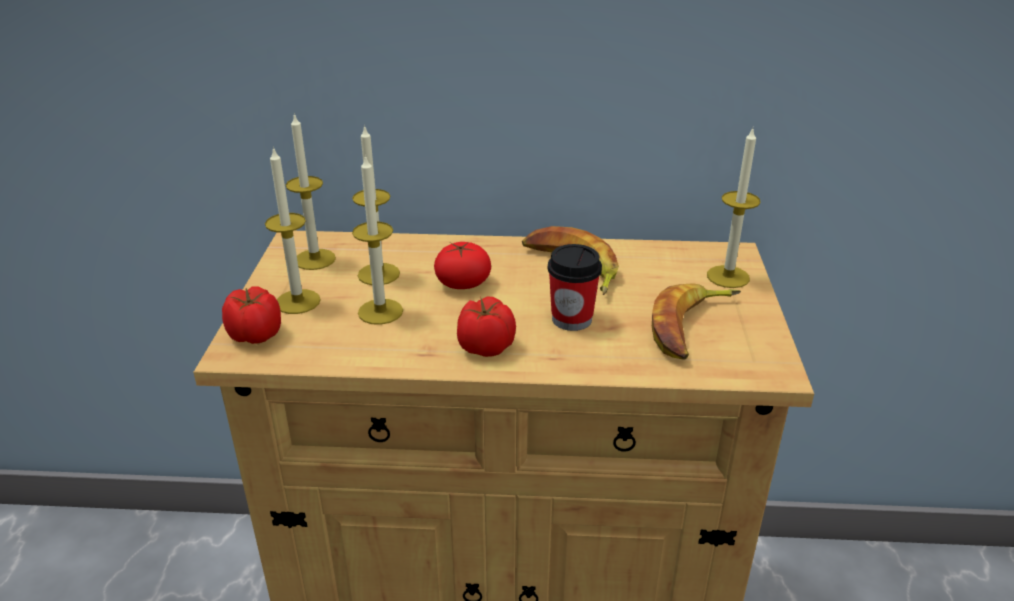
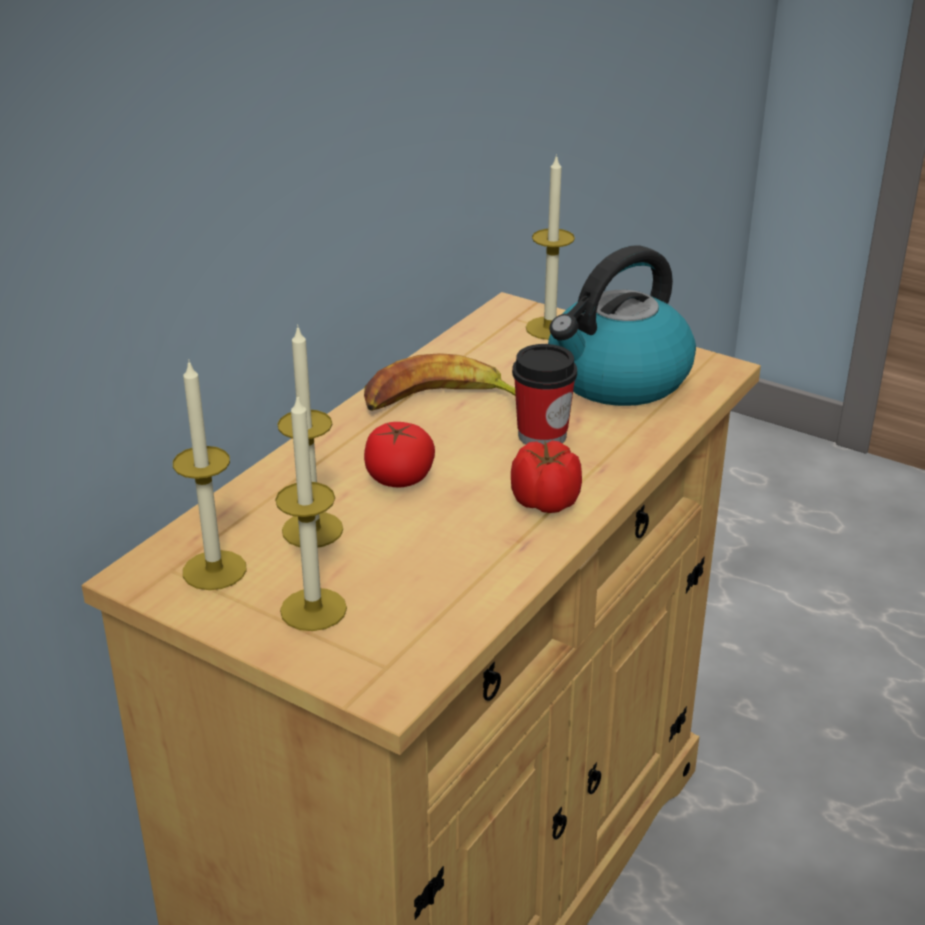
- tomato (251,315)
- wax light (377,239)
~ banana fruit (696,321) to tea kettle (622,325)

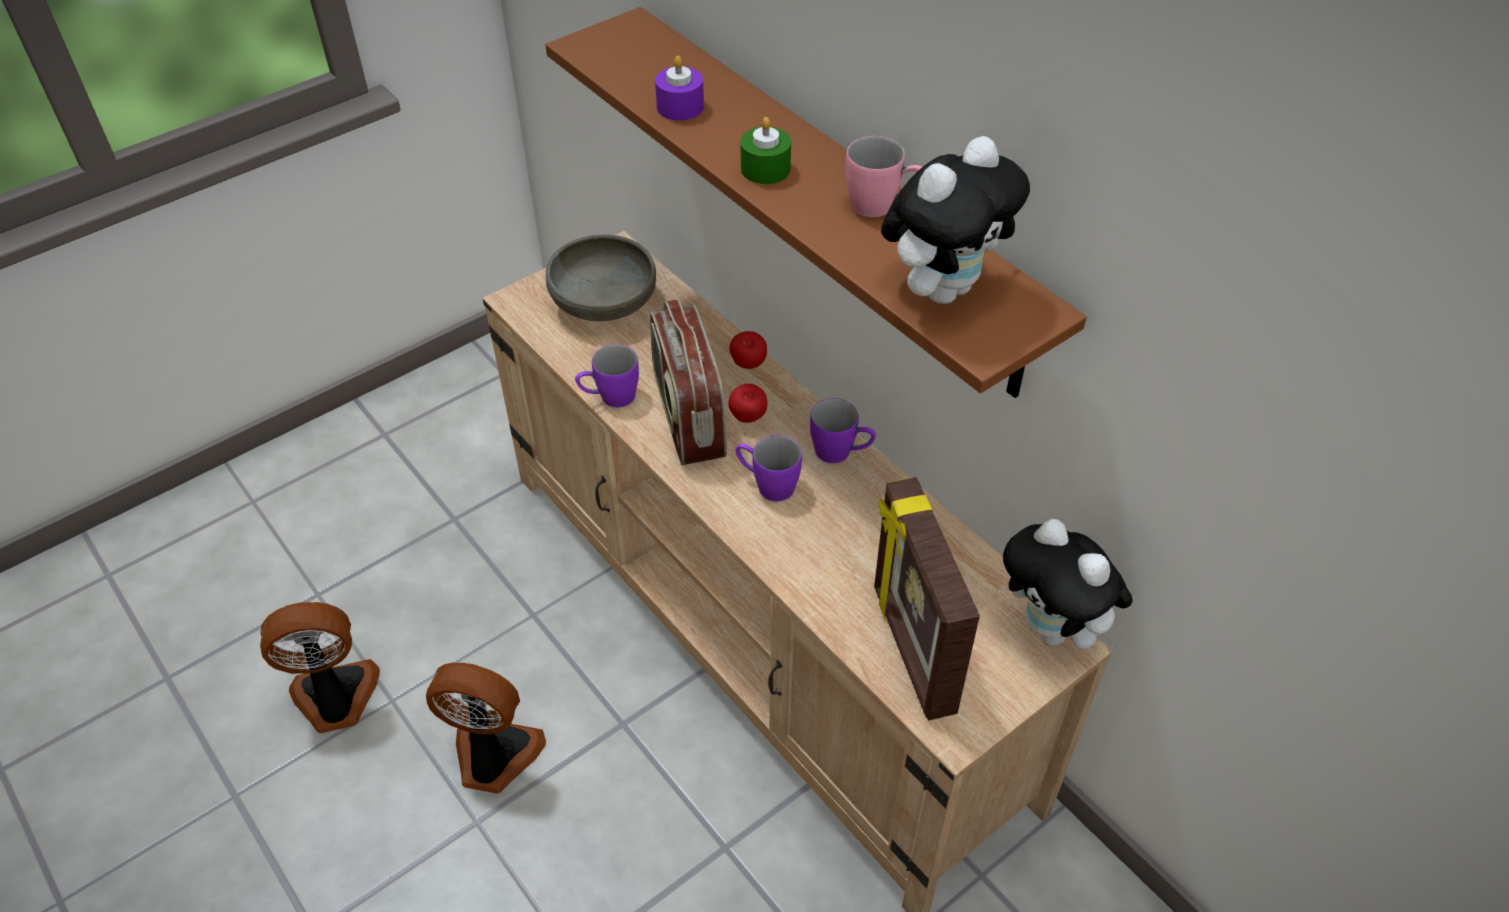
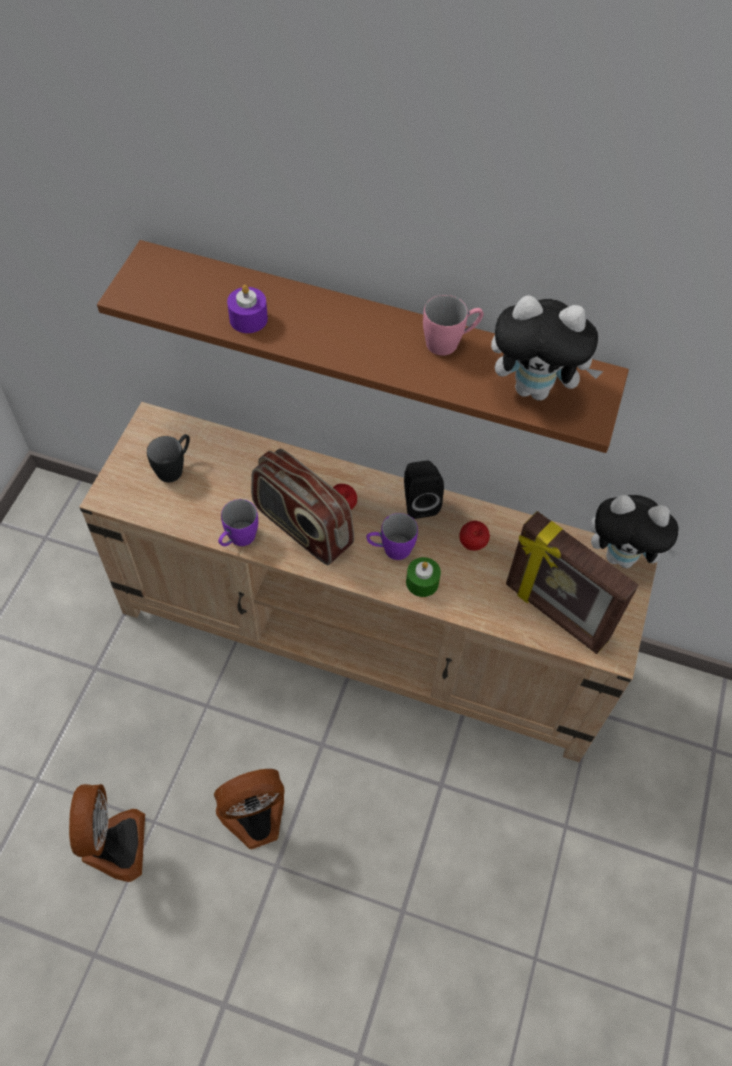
~ apple fruit (748,350) to (474,536)
~ greenish wax light (766,150) to (423,577)
~ gray deep dish (601,277) to blackish mug (168,458)
~ purple mug (843,430) to blackish audio speaker (424,489)
~ fan (320,667) = (107,833) 135 degrees clockwise
~ cuddly toy (955,220) = (547,348) 90 degrees clockwise

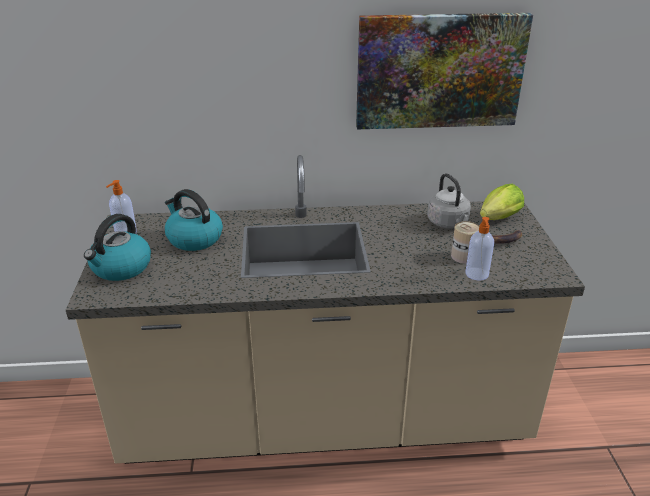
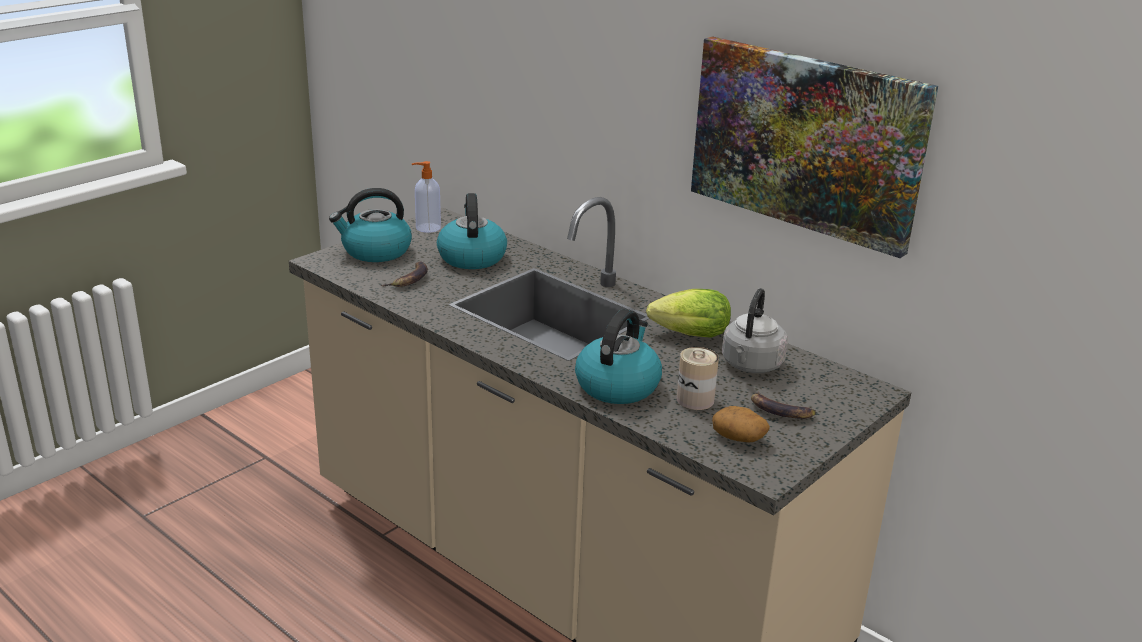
- soap bottle (479,249)
+ banana fruit (404,274)
+ tea kettle (618,356)
+ potato (741,424)
~ lettuce head (502,202) to (688,313)

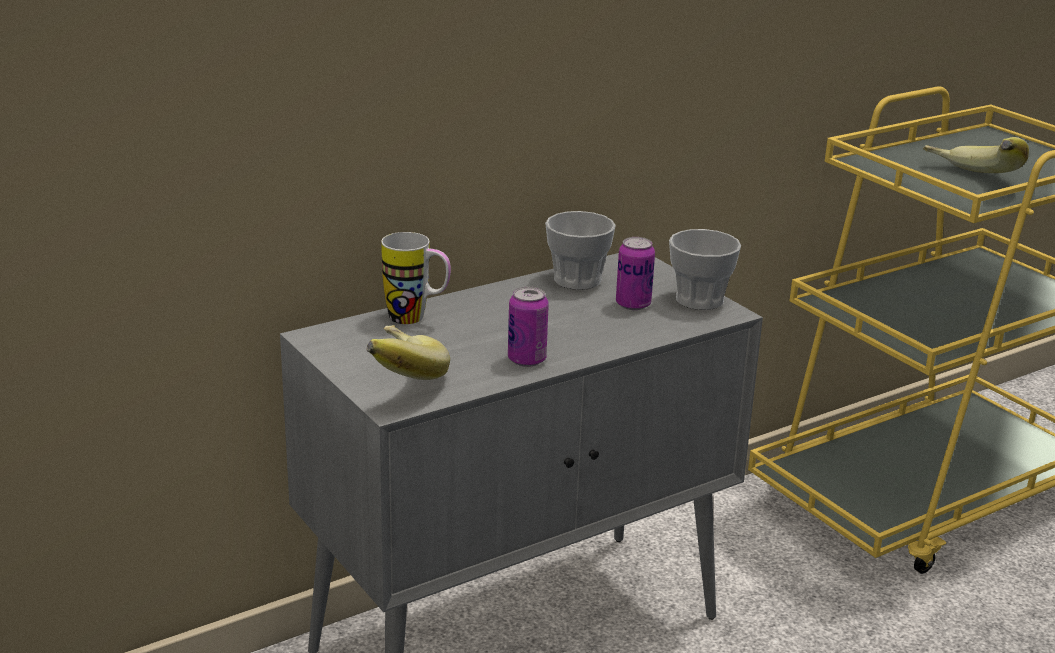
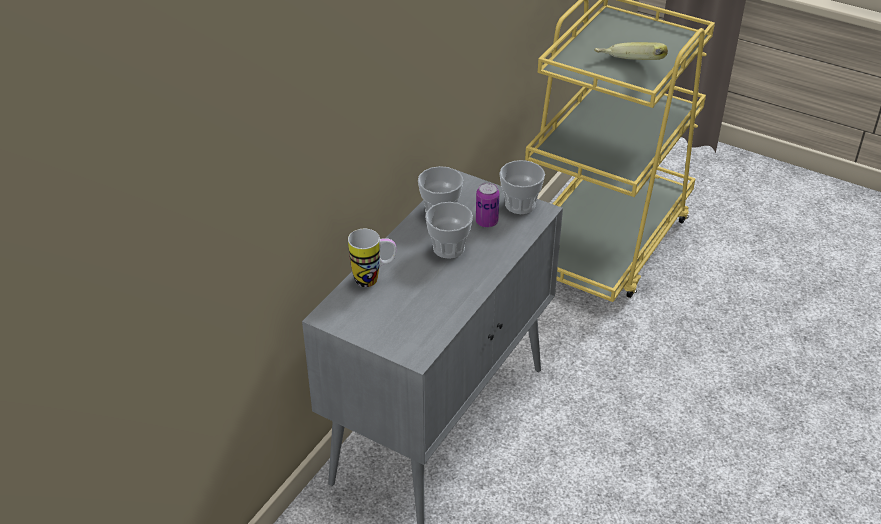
- banana fruit (408,352)
- can (528,327)
+ small cup (449,230)

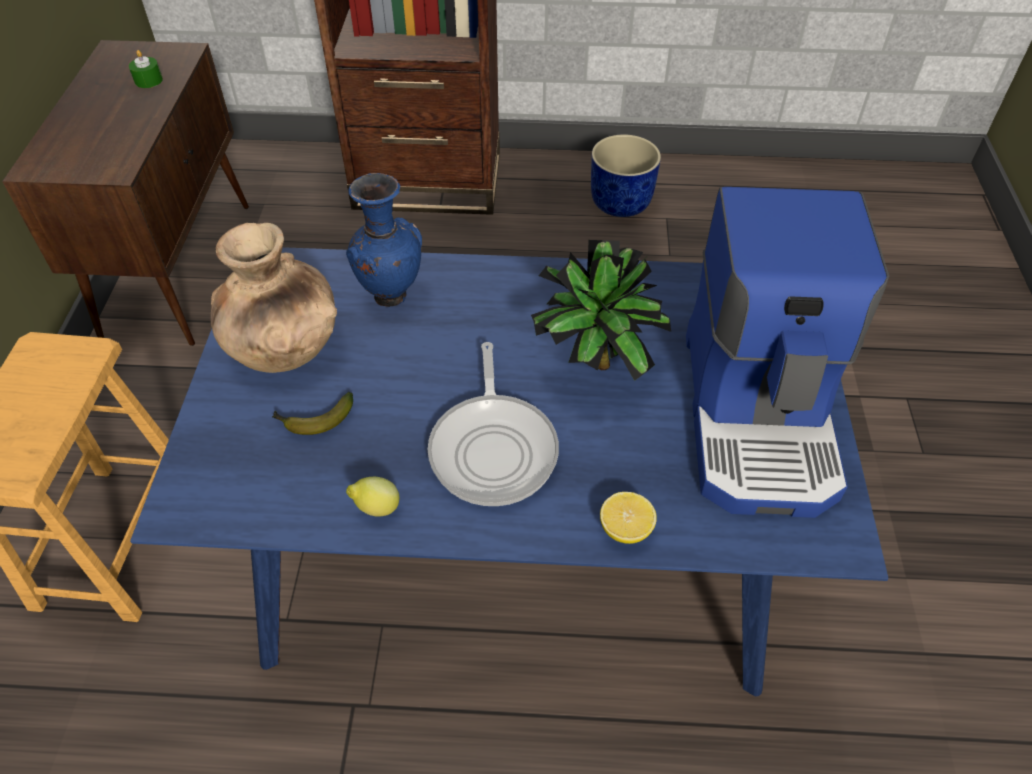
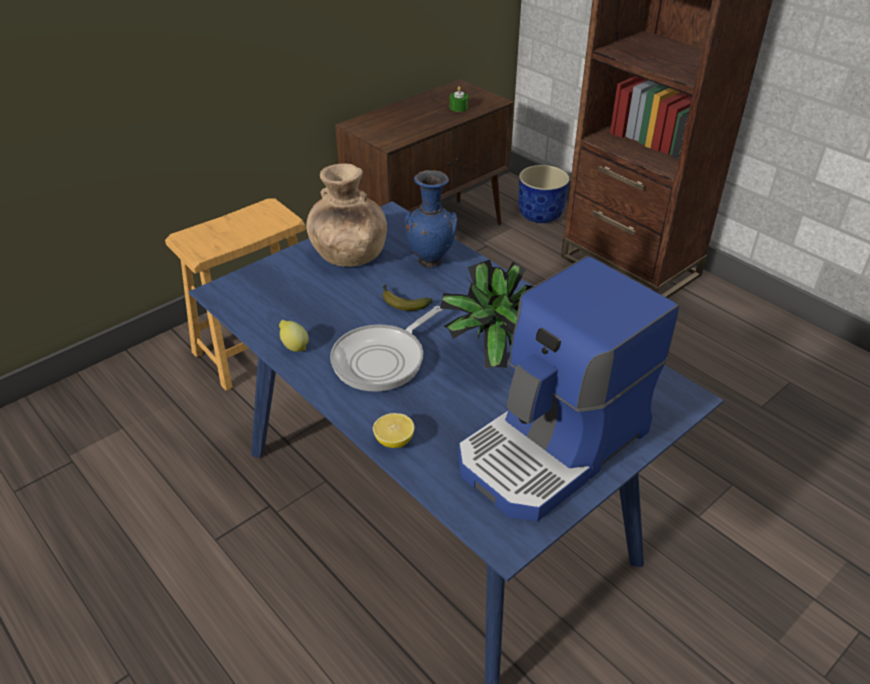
~ banana fruit (312,413) to (407,298)
~ blue-coloured planter (626,176) to (543,194)

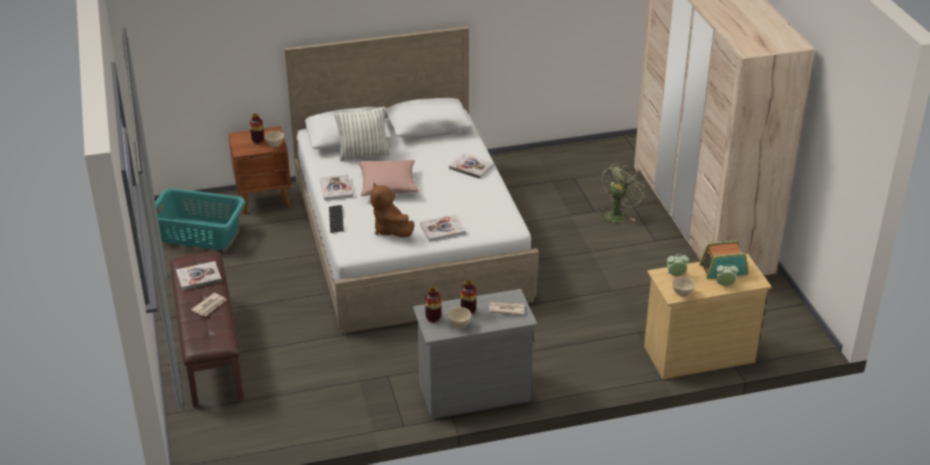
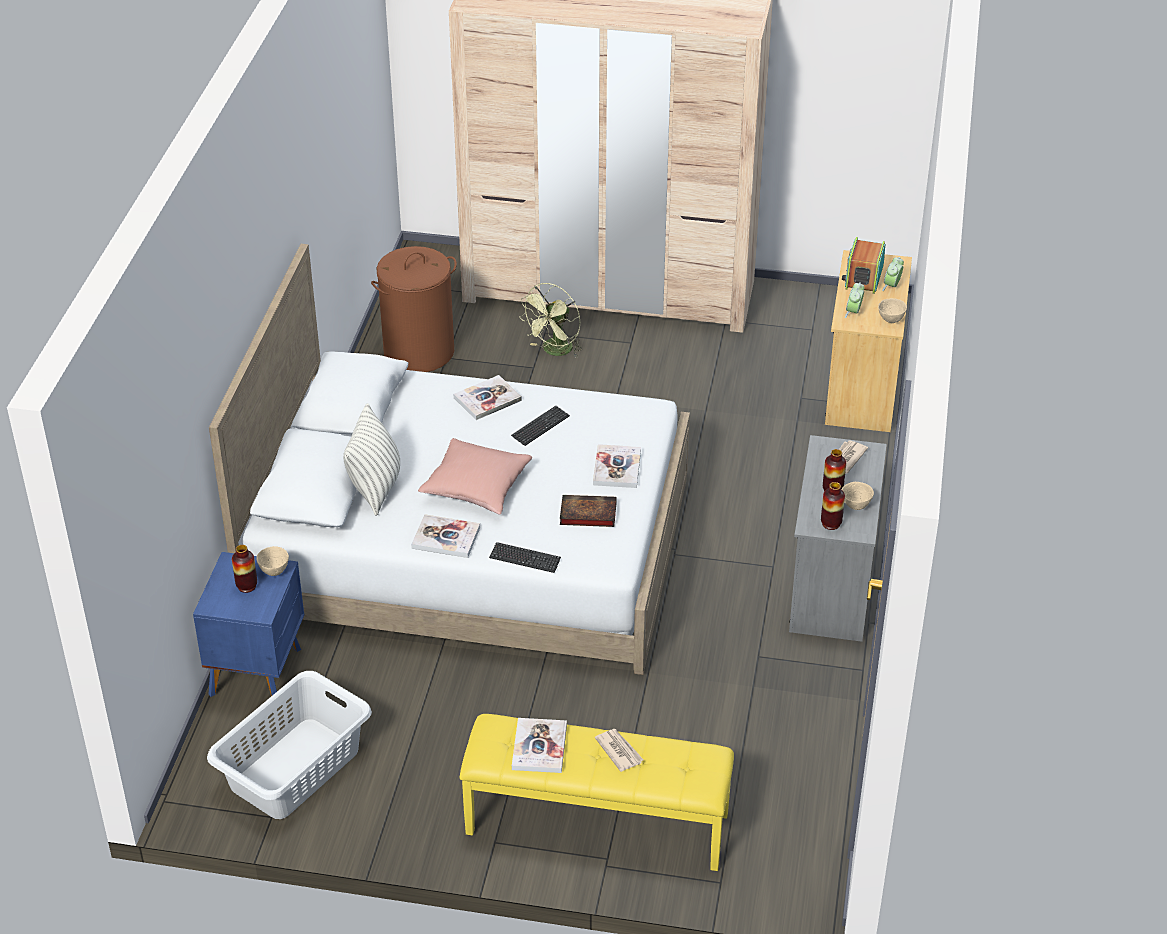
+ brownish hamper (414,309)
+ PC keyboard (540,426)
~ brownish cuddly toy (392,209) to book (588,511)
~ blue-green hamper (200,219) to gray hamper (289,745)
~ brownish bench (207,329) to yellow bench (597,792)
~ brownish nightstand (259,170) to blue-coloured nightstand (248,624)
~ greenish fan (621,193) = (551,320) 120 degrees counterclockwise

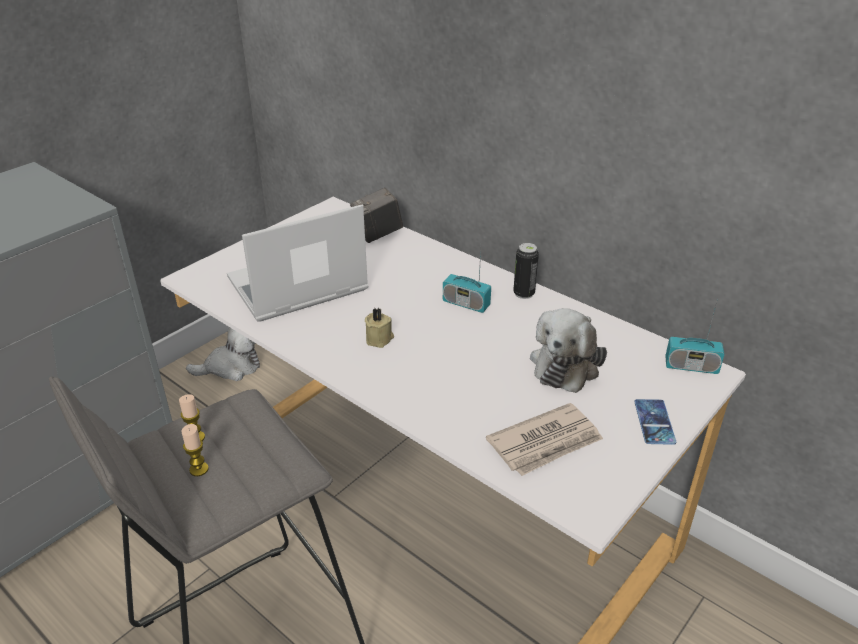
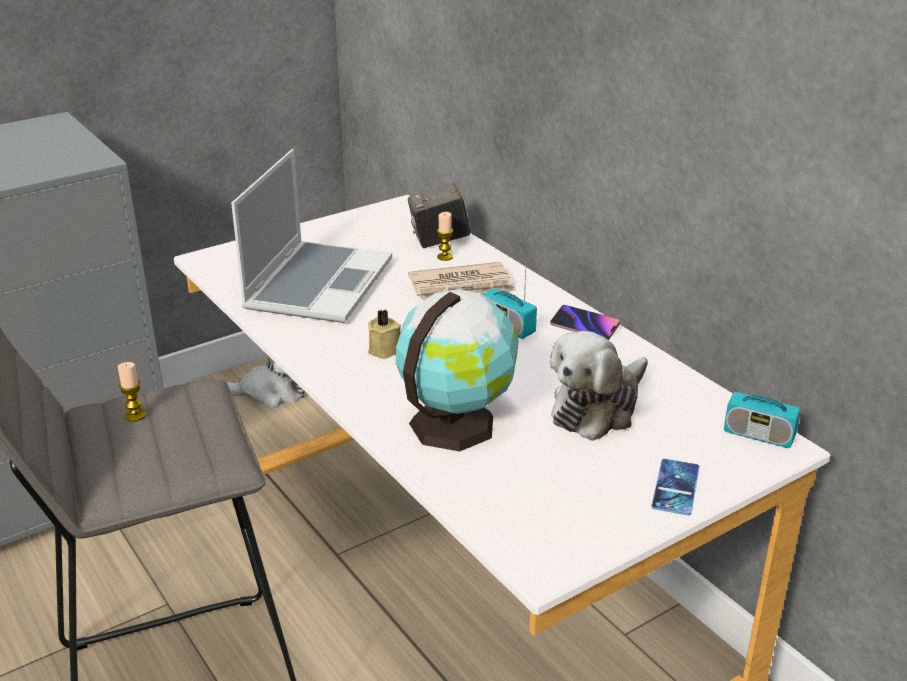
+ globe (457,370)
~ wax light (195,450) to (445,236)
~ newspaper (544,439) to (462,281)
~ can (526,271) to telephone (585,322)
~ notebook computer (298,263) = (311,236) 120 degrees clockwise

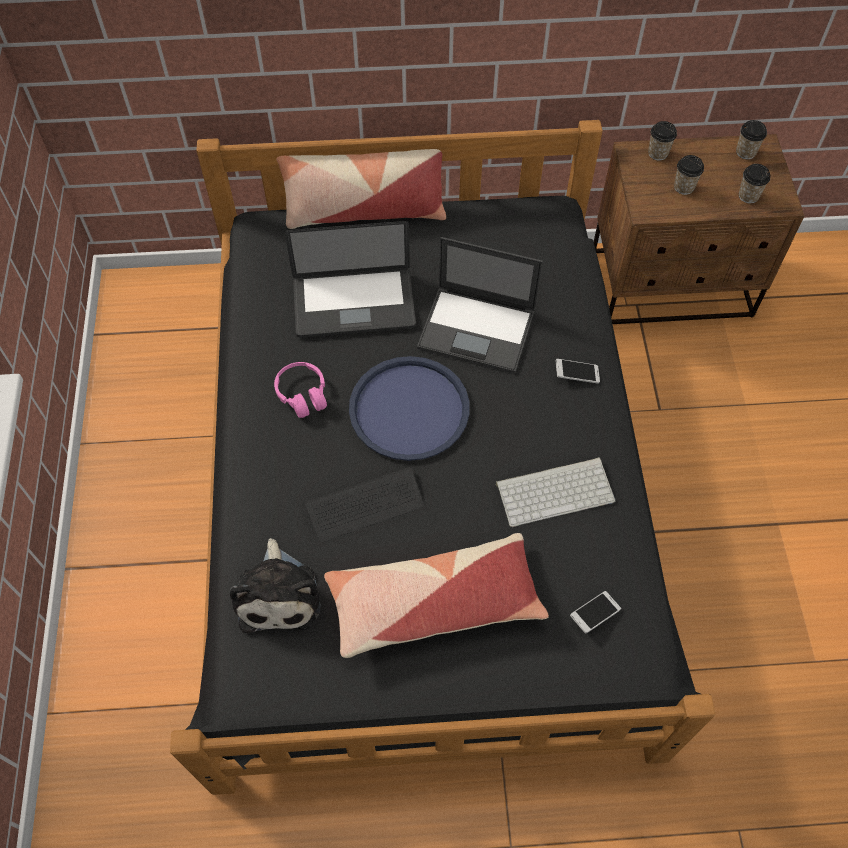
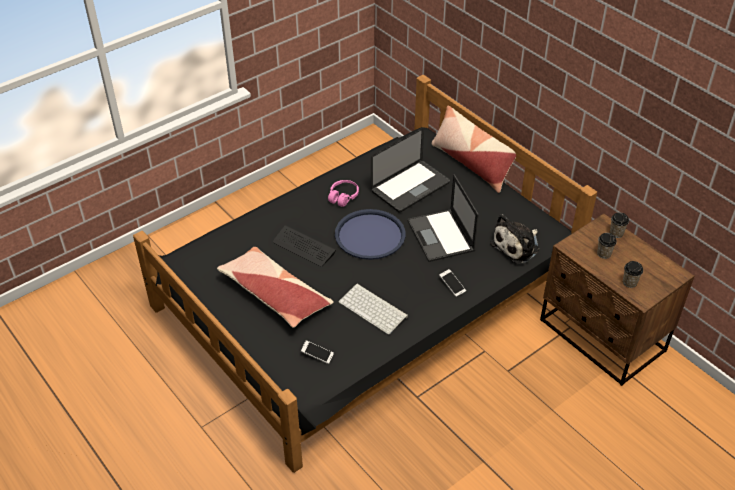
- small cup (751,139)
~ cuddly toy (275,585) to (514,238)
~ notebook computer (350,279) = (410,170) 90 degrees counterclockwise

